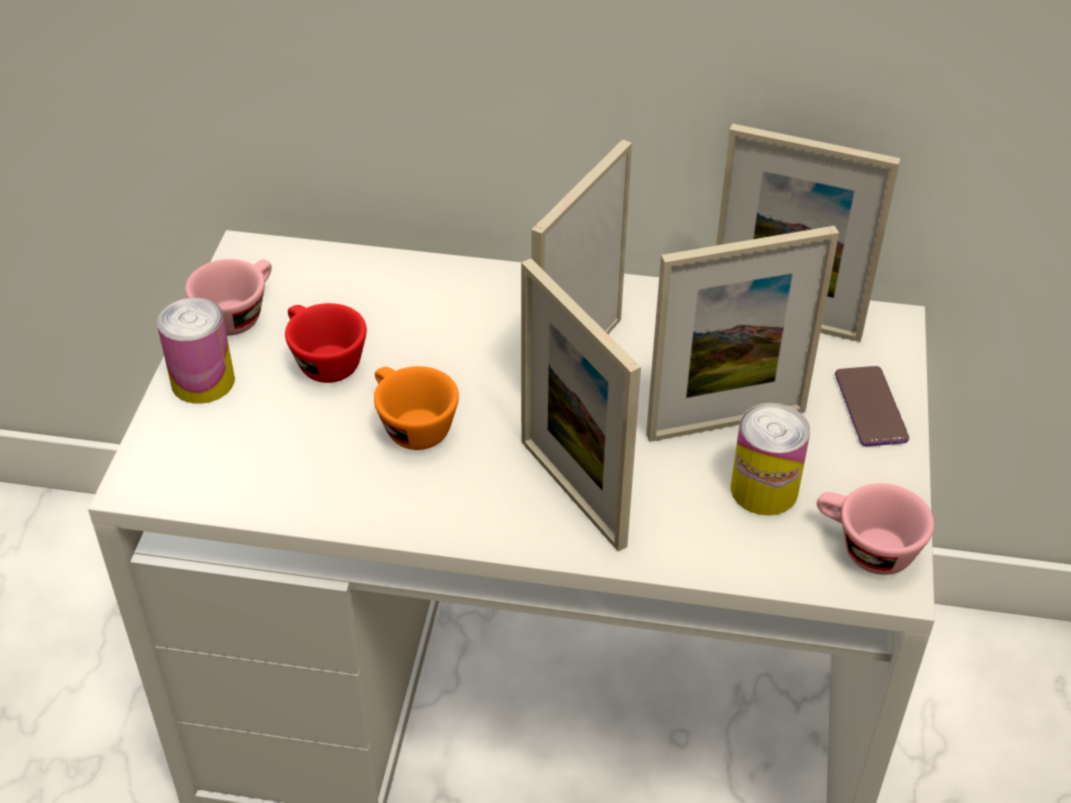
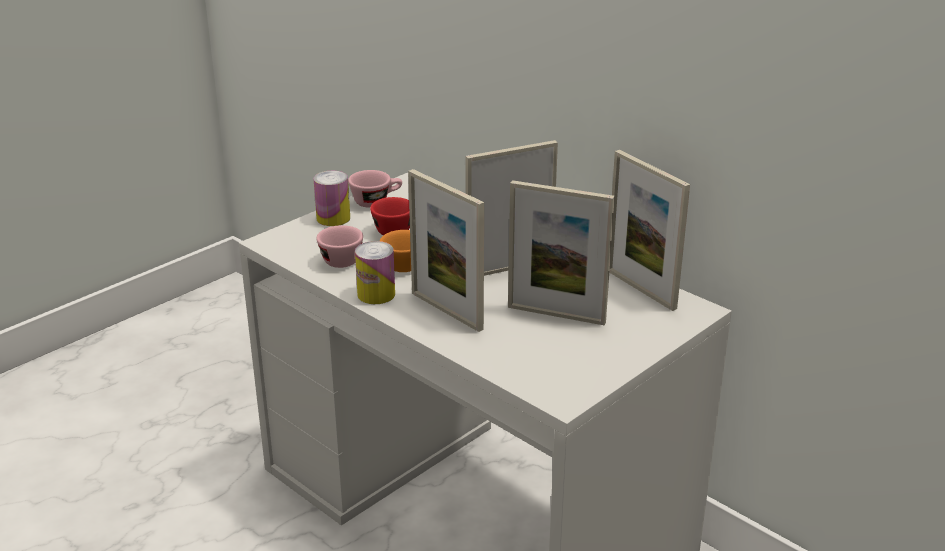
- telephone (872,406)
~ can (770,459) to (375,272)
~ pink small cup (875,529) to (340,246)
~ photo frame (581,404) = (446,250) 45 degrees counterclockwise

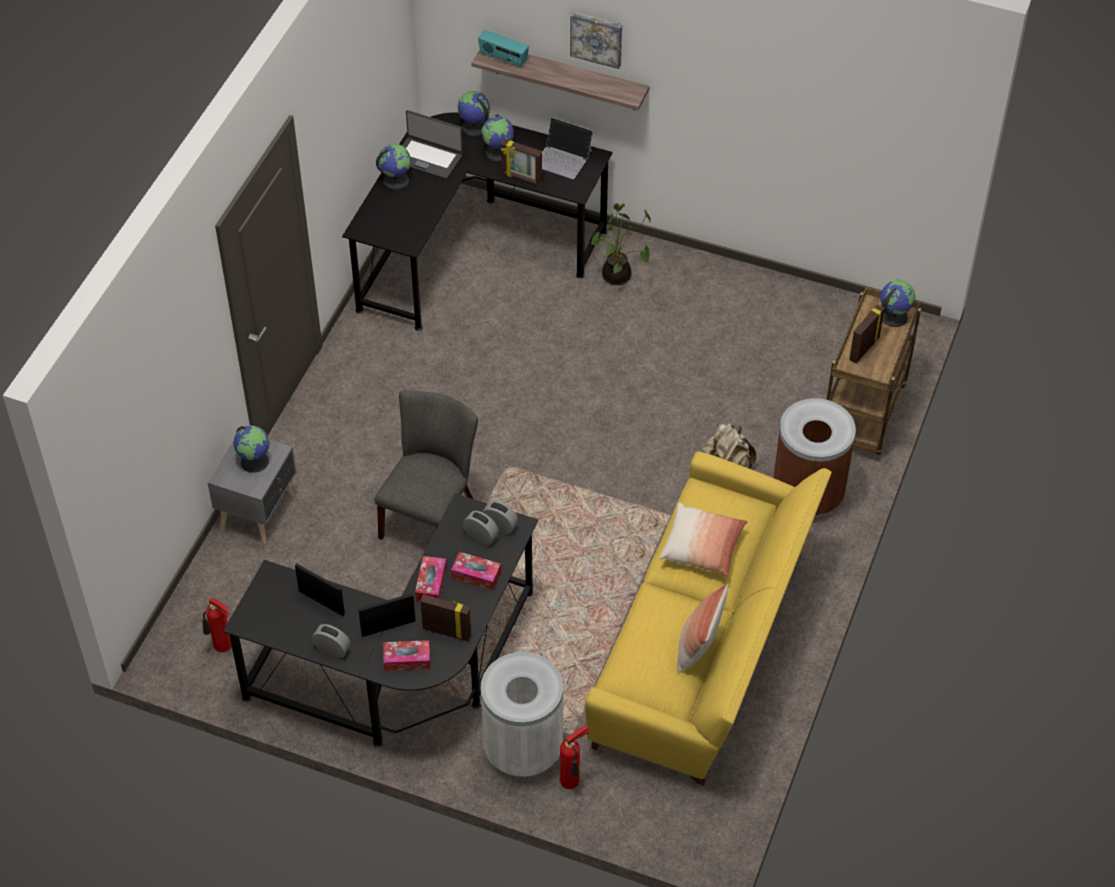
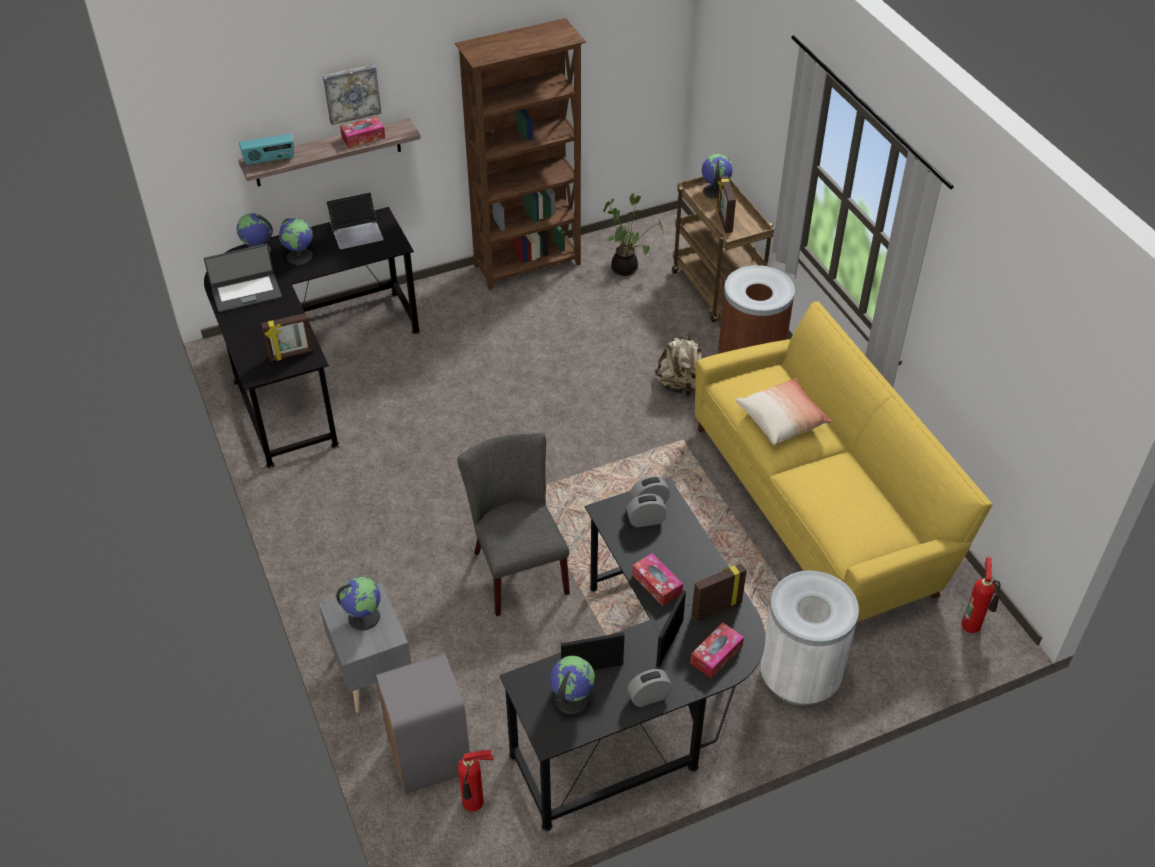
- pillow (702,628)
+ gray trash can (423,724)
+ brownish bookcase (520,154)
~ globe (393,167) to (572,685)
~ tissue holder (476,571) to (362,132)
~ photo frame (521,162) to (287,337)
~ fire-fighting cylinder (575,757) to (981,595)
~ houseplant (621,244) to (633,234)

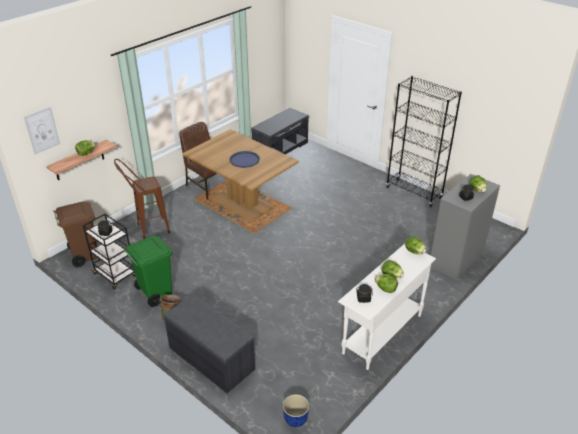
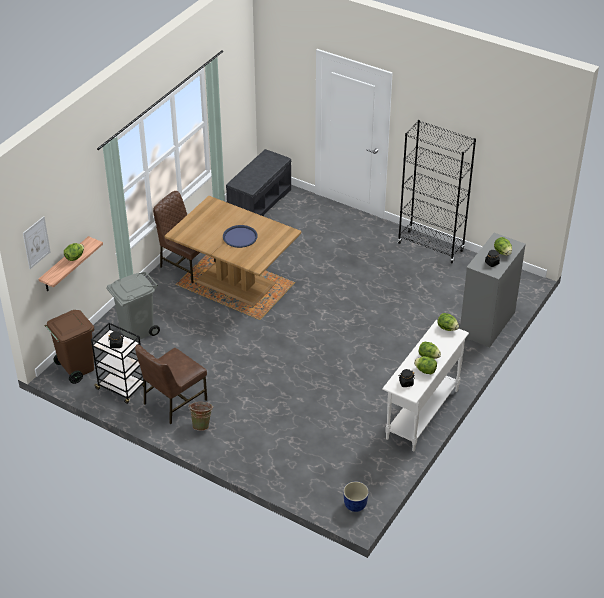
- gray bench (209,344)
~ brownish sitting stool (142,199) to gray trash can (133,306)
~ greenish trash can (148,271) to brownish upright chair (171,384)

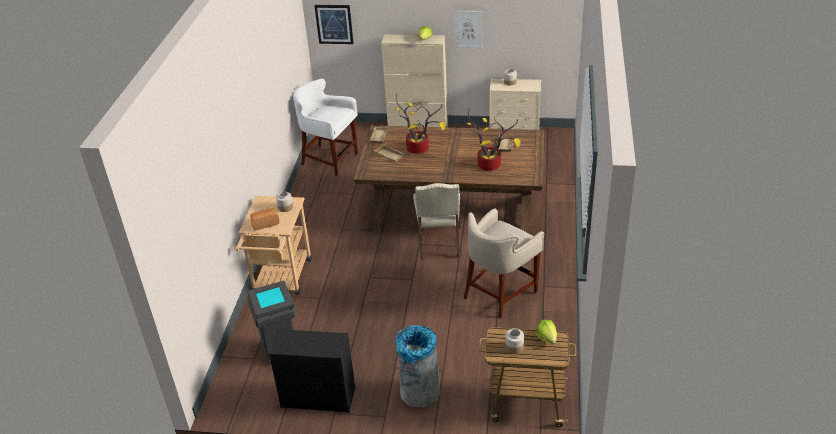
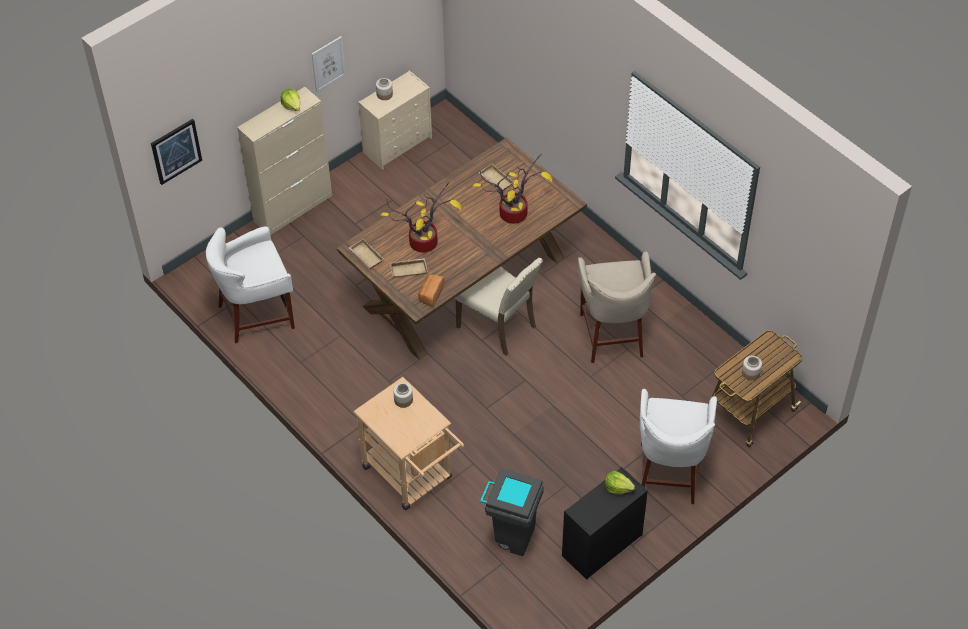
~ baked bread (264,219) to (431,291)
~ lettuce head (546,331) to (619,482)
~ gray trash can (417,366) to white sitting stool (678,446)

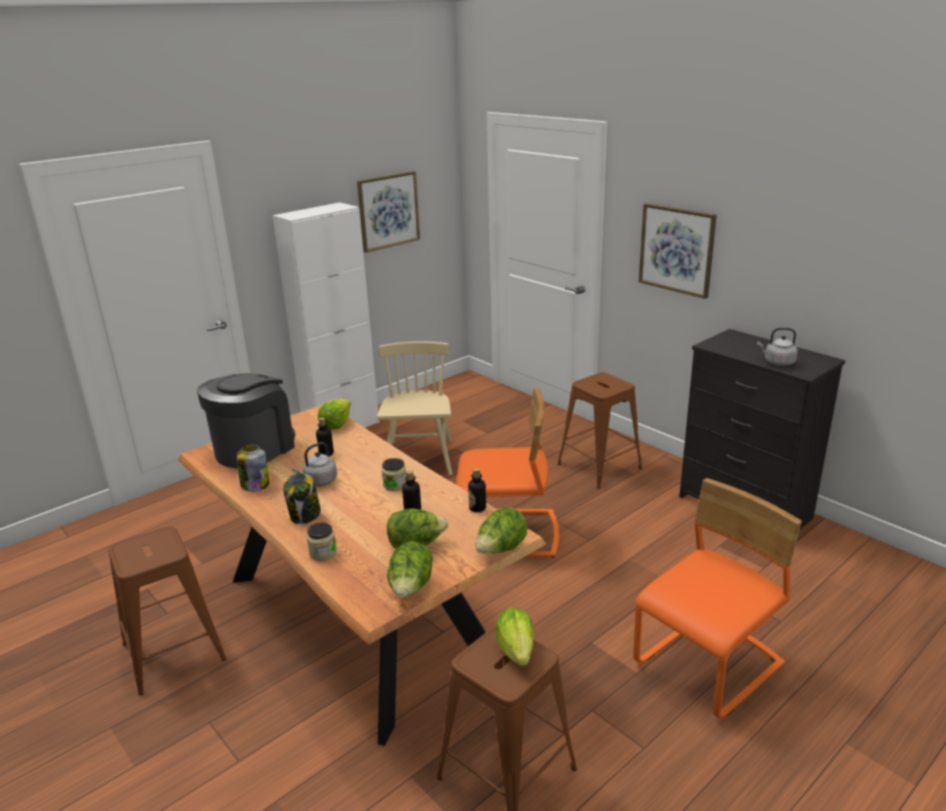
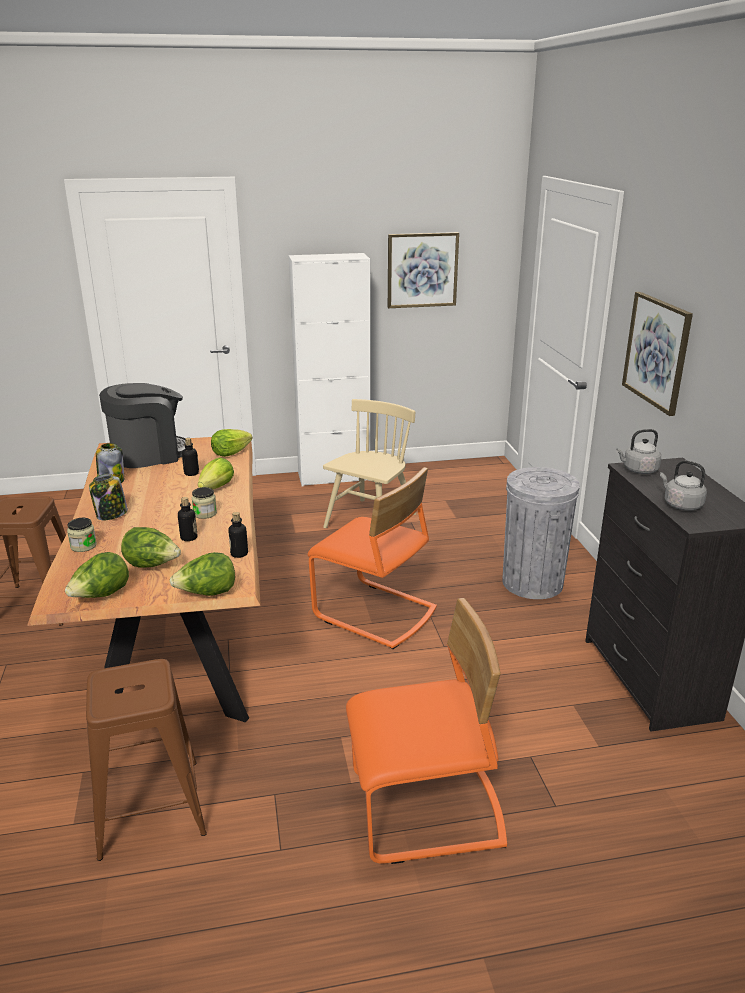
~ gray tea kettle (315,464) to (638,451)
~ lettuce head (514,636) to (216,473)
~ brownish sitting stool (599,430) to gray trash can (541,533)

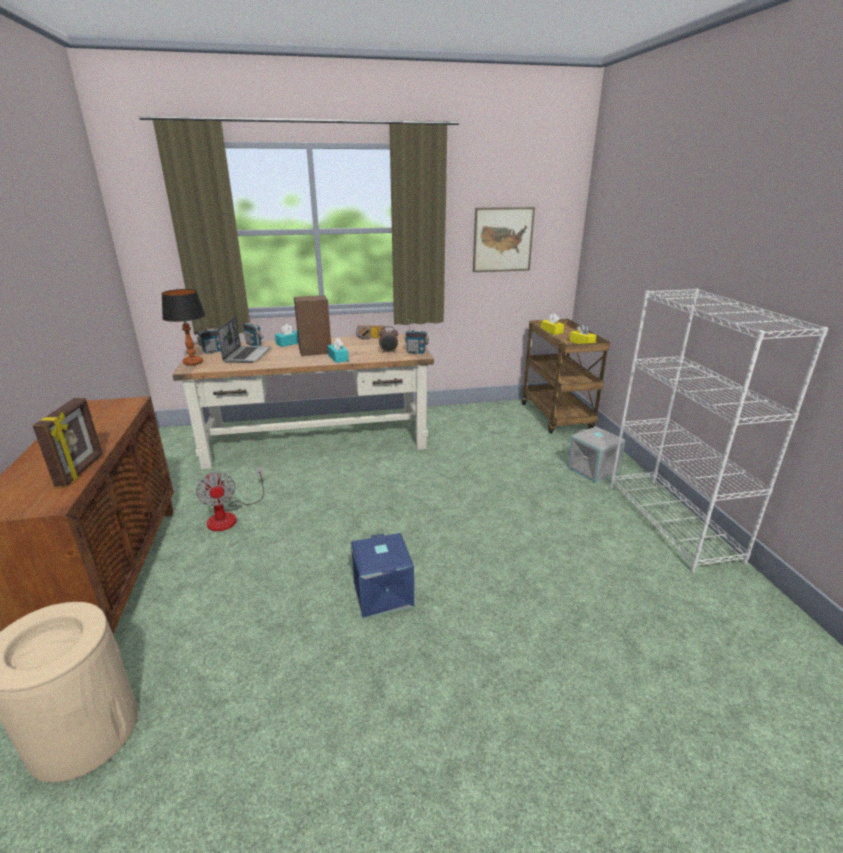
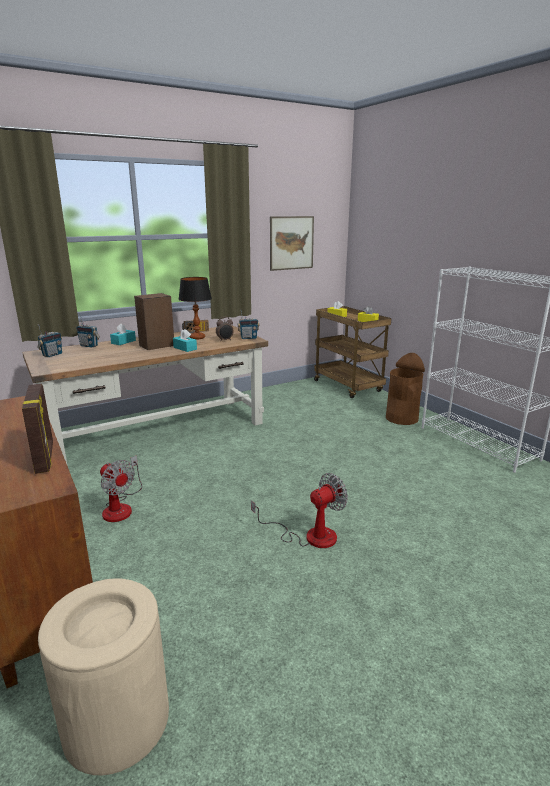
- notebook computer (244,340)
~ table lamp (183,327) to (195,308)
~ blue-coloured storage container (382,575) to fan (299,510)
~ gray storage container (596,454) to brownish trash can (405,389)

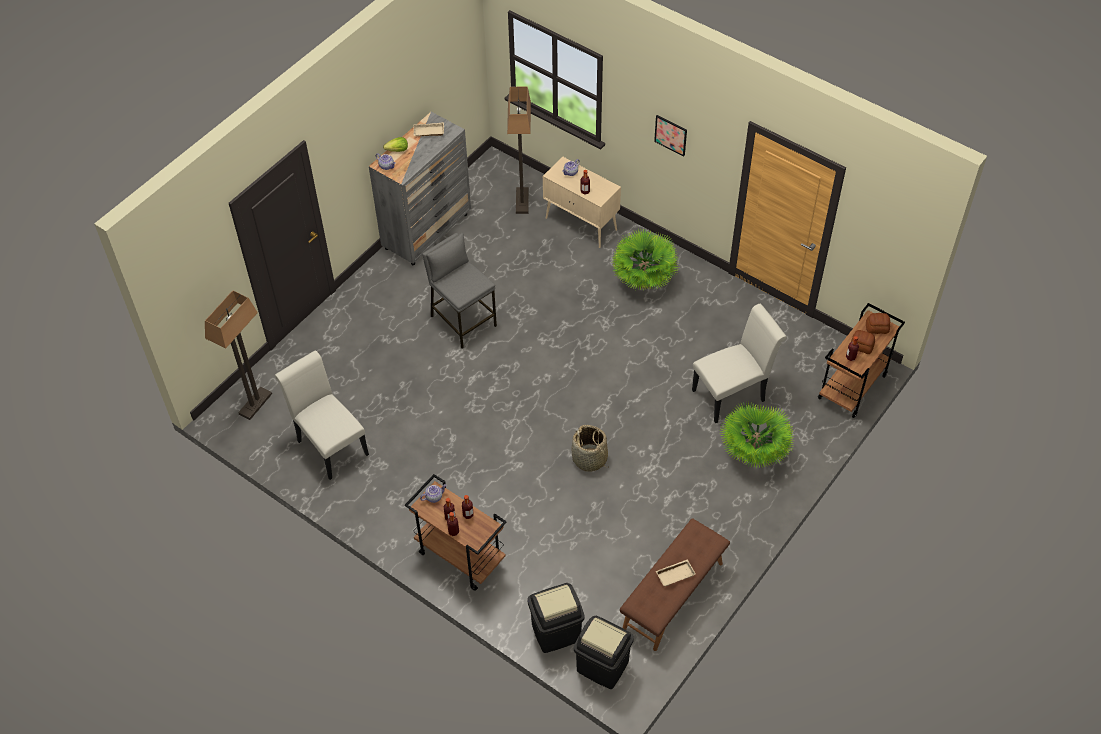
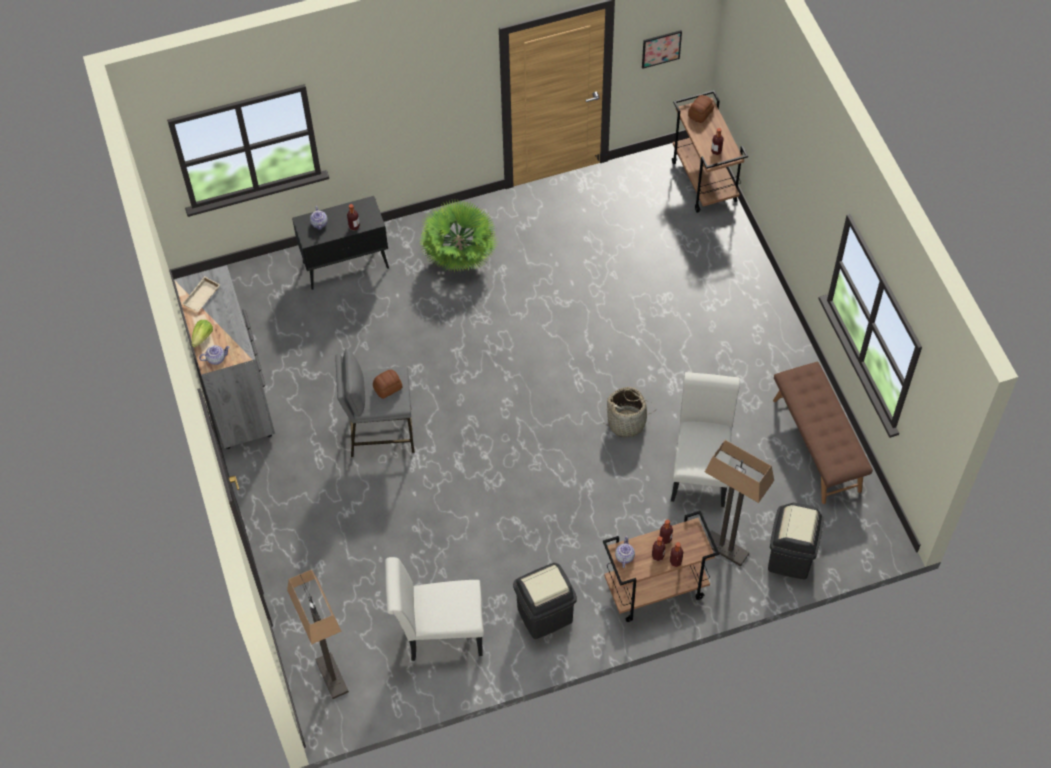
- sand-coloured serving tray (676,572)
- houseplant (757,435)
~ standard lamp (519,150) to (739,503)
~ blackish trash can (604,652) to (545,601)
~ picture (670,135) to (662,49)
~ white upright chair (739,363) to (705,439)
~ baked bread (863,342) to (387,384)
~ sand-coloured storage cabinet (582,202) to blackish storage cabinet (340,243)

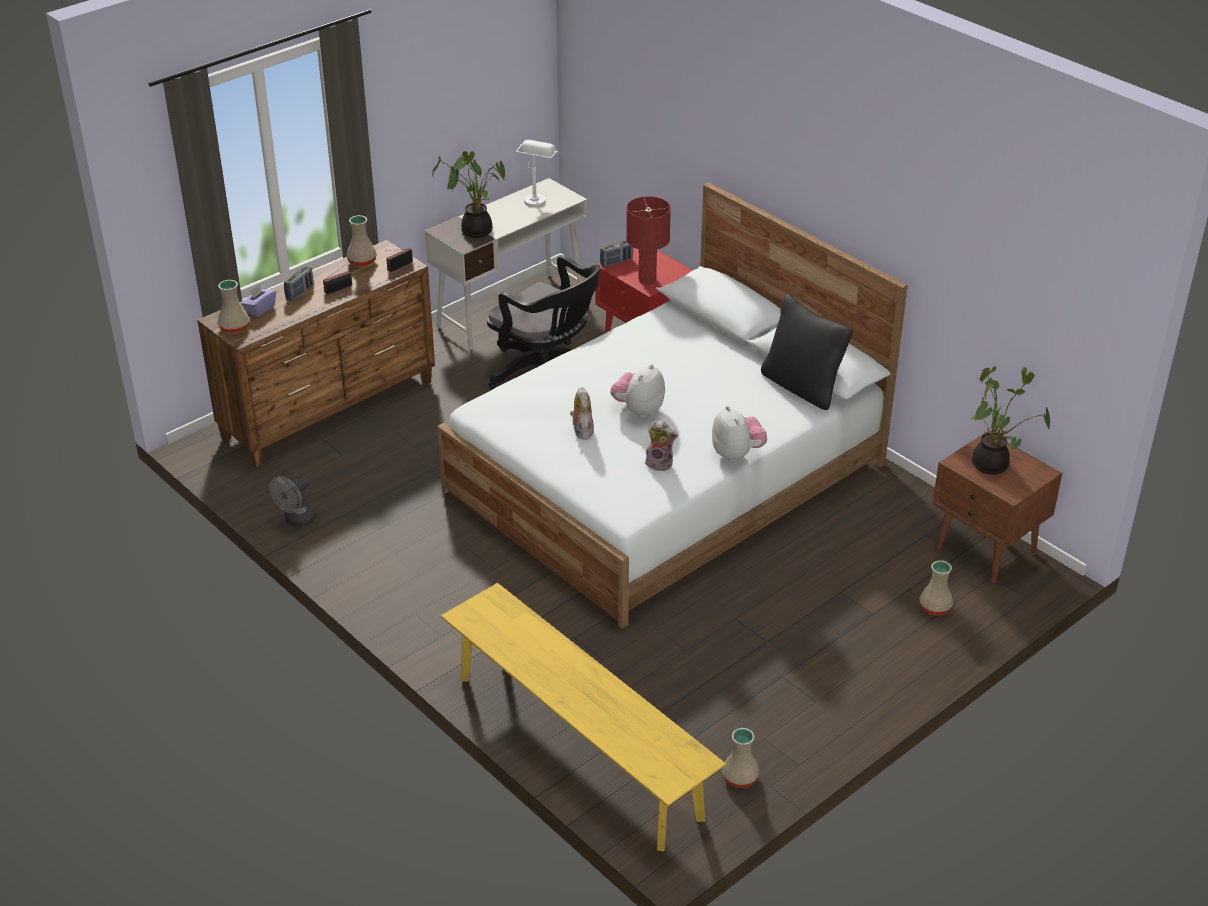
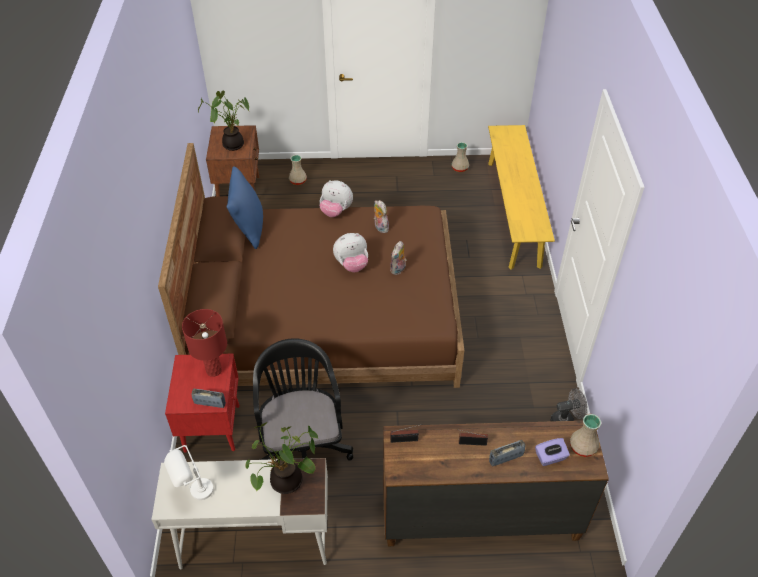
- sand-coloured vase (362,241)
~ white bed (672,405) to brownish bed (311,265)
~ blackish pillow (807,352) to blue-coloured pillow (245,207)
~ cuddly toy (739,434) = (336,198) 90 degrees counterclockwise

